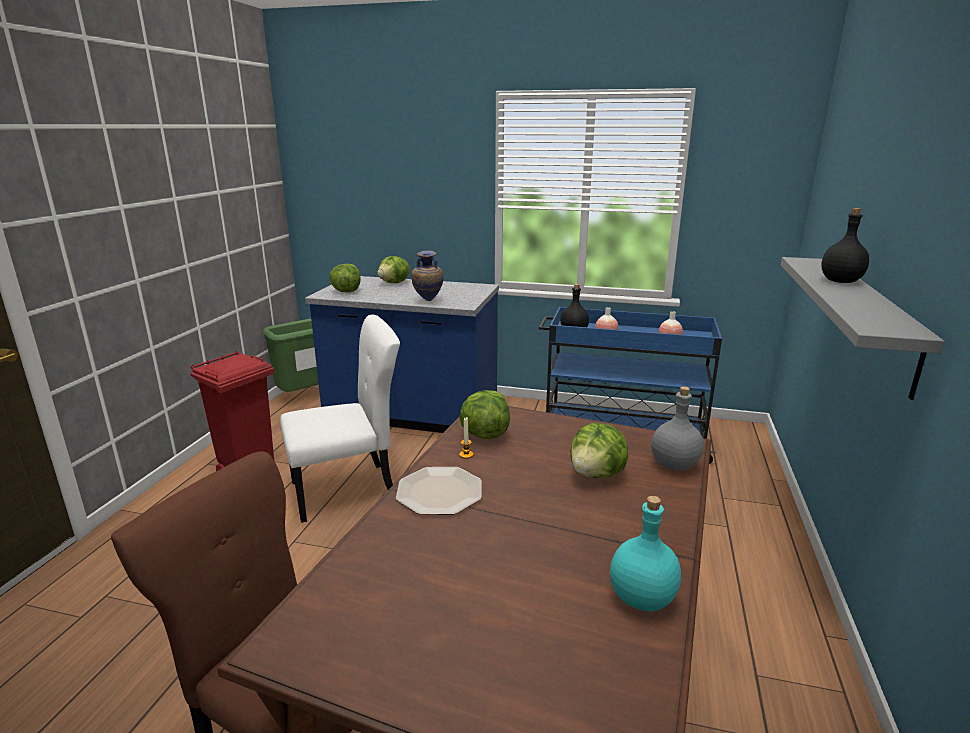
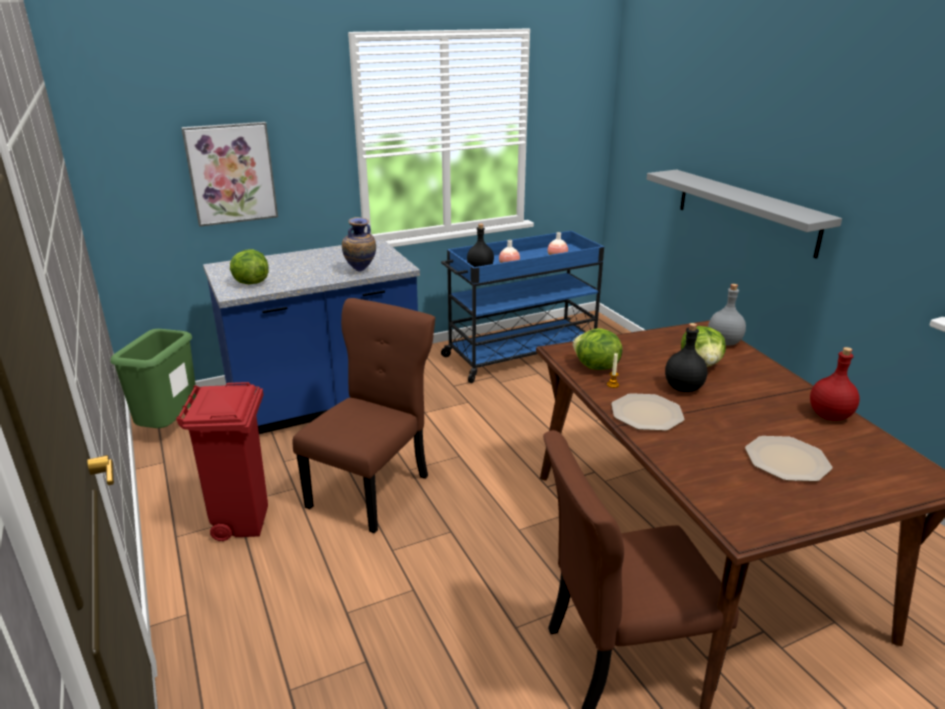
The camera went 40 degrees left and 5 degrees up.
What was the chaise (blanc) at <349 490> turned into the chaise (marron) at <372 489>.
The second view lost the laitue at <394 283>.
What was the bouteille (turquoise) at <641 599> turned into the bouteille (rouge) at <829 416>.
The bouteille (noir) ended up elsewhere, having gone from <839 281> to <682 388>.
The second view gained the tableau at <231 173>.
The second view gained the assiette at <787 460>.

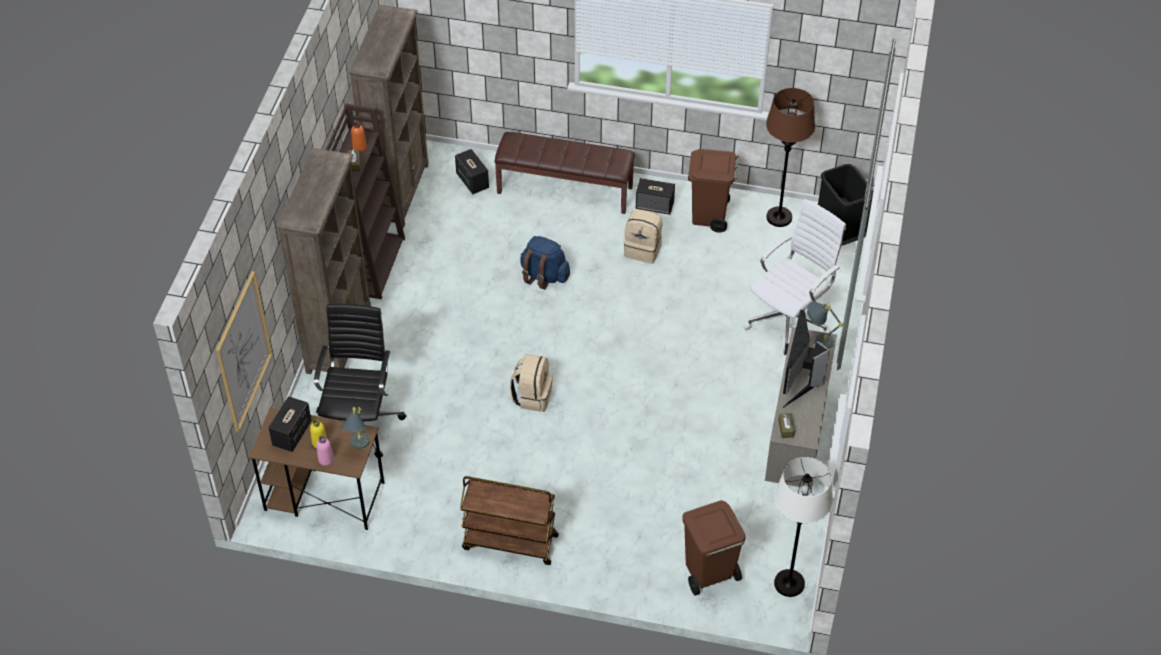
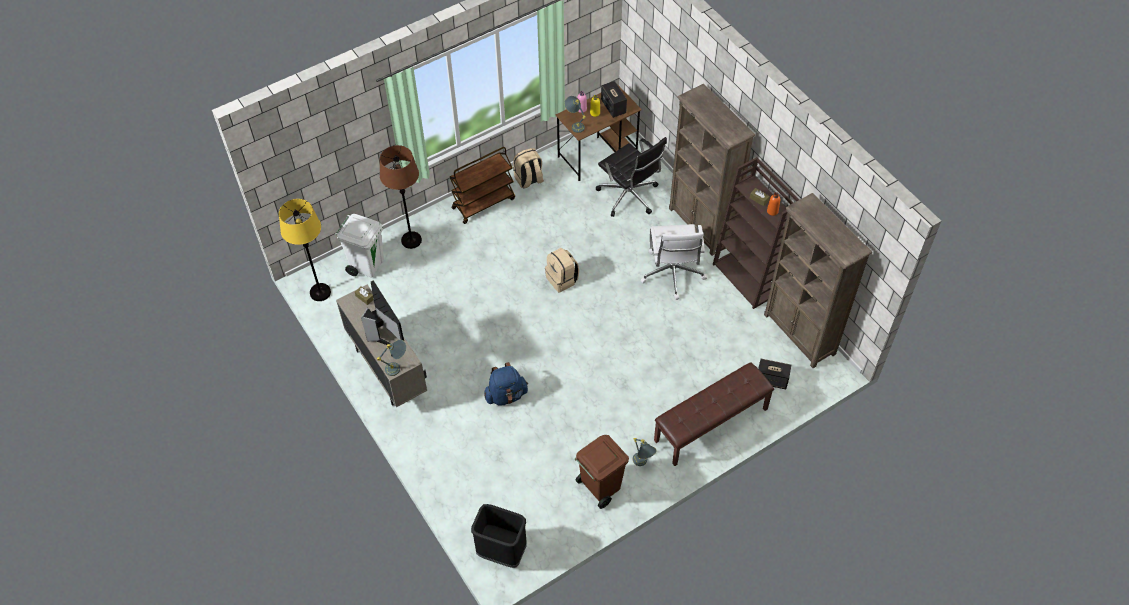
The camera went 135 degrees right and 5 degrees up.
The second view lost the tableau at <243 352>.
The sac à dos (bleu) ended up elsewhere, having gone from <544 276> to <506 395>.
The sac à dos (beige) ended up elsewhere, having gone from <643 249> to <529 180>.
Where the enceinte stood at <655 206>, the lampe de table (gris) came to stand at <642 464>.
What was the poubelle (marron) at <709 574> turned into the poubelle (blanc) at <367 265>.
The chaise de bureau (blanc) ended up elsewhere, having gone from <790 320> to <672 274>.
The lampadaire (marron) ended up elsewhere, having gone from <779 217> to <411 240>.
What was the lampadaire (blanc) at <789 583> turned into the lampadaire (jaune) at <320 292>.

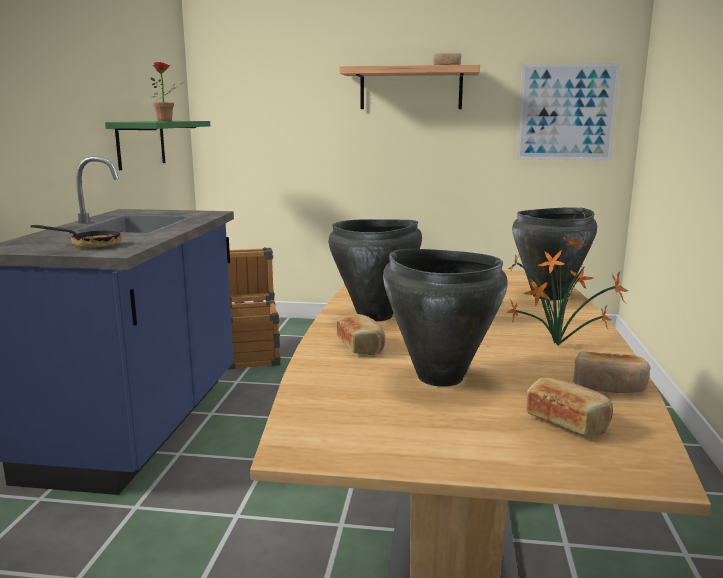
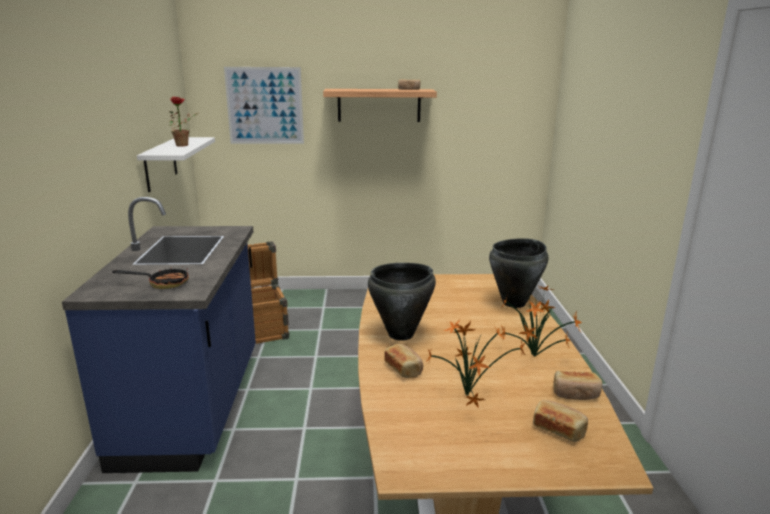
The camera went 10 degrees left and 5 degrees up.
What was the étagère (vert) at <141 144> turned into the étagère (blanc) at <160 164>.
Where the marmite (noir) stood at <439 377>, the plante en pot came to stand at <467 395>.
The tableau ended up elsewhere, having gone from <566 112> to <265 106>.

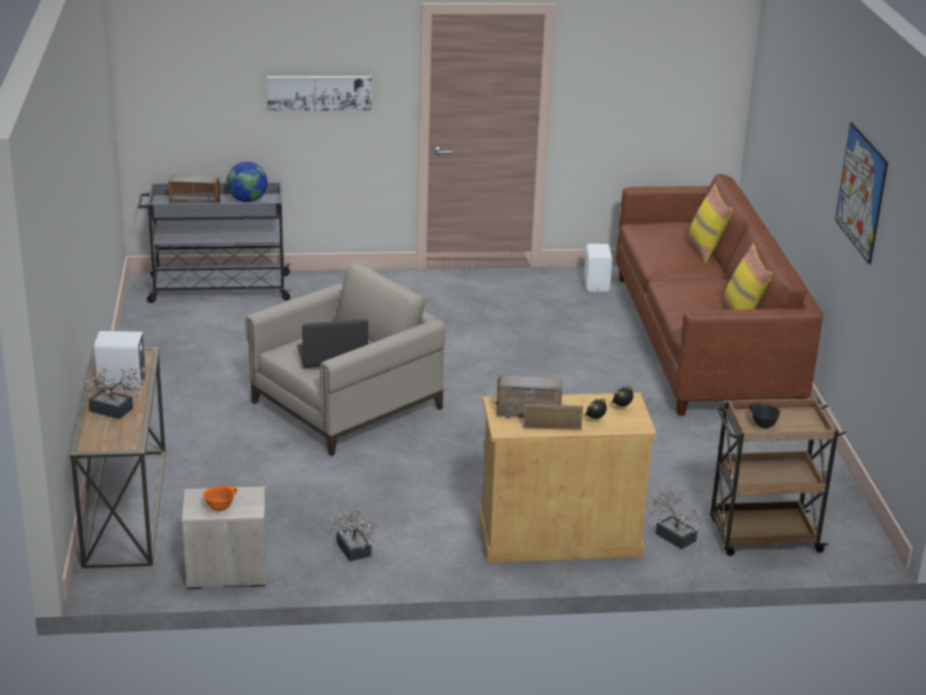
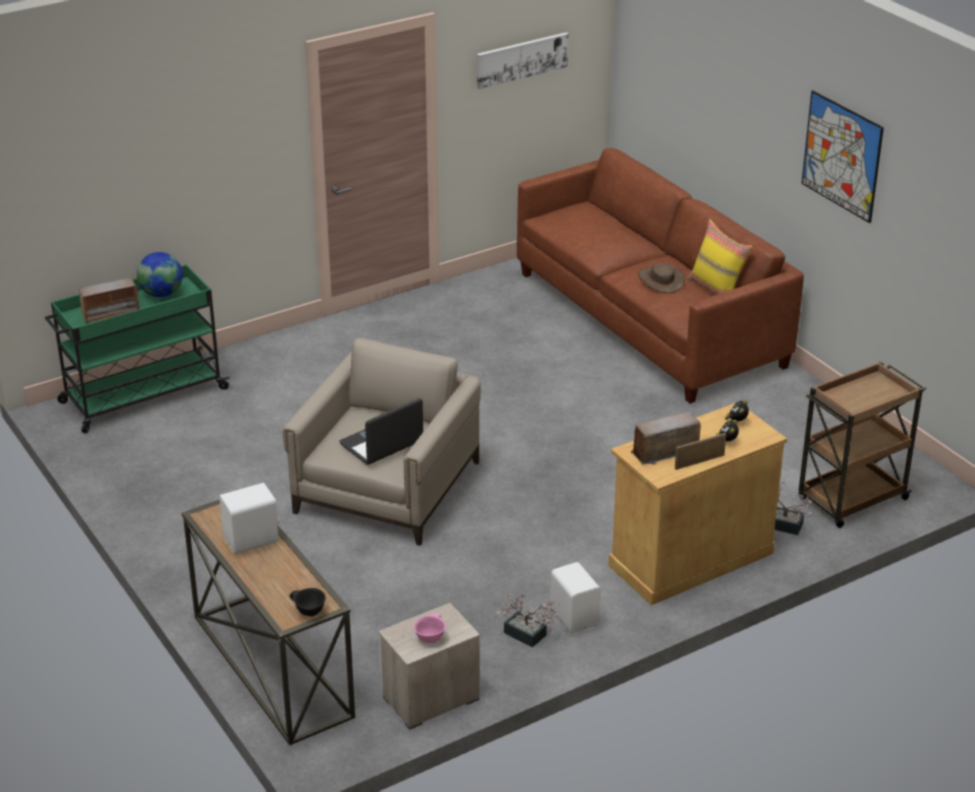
The camera went 25 degrees left and 5 degrees up.
The second view lost the plante en pot at <115 411>.
What was the chariot (gris) at <218 289> turned into the chariot (vert) at <142 396>.
What was the bol (orange) at <219 507> turned into the bol (rose) at <429 638>.
The tableau ended up elsewhere, having gone from <319 92> to <521 59>.
The enceinte (blanc) ended up elsewhere, having gone from <597 285> to <575 617>.
The second view lost the coussin (jaune) at <706 250>.
The bol (noir) ended up elsewhere, having gone from <762 425> to <309 612>.
The second view gained the chapeau (marron) at <661 280>.

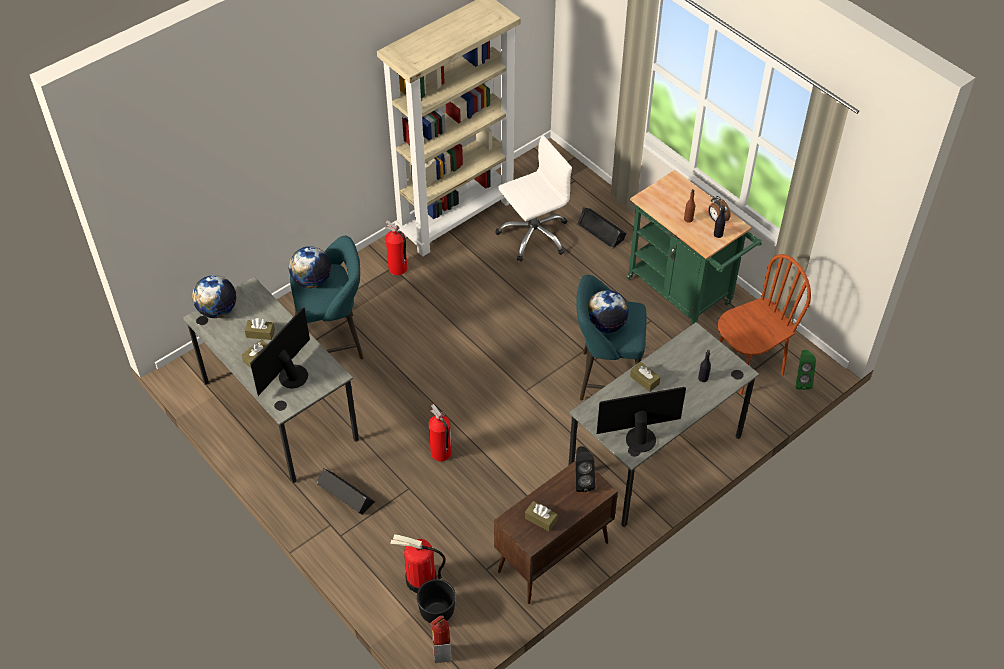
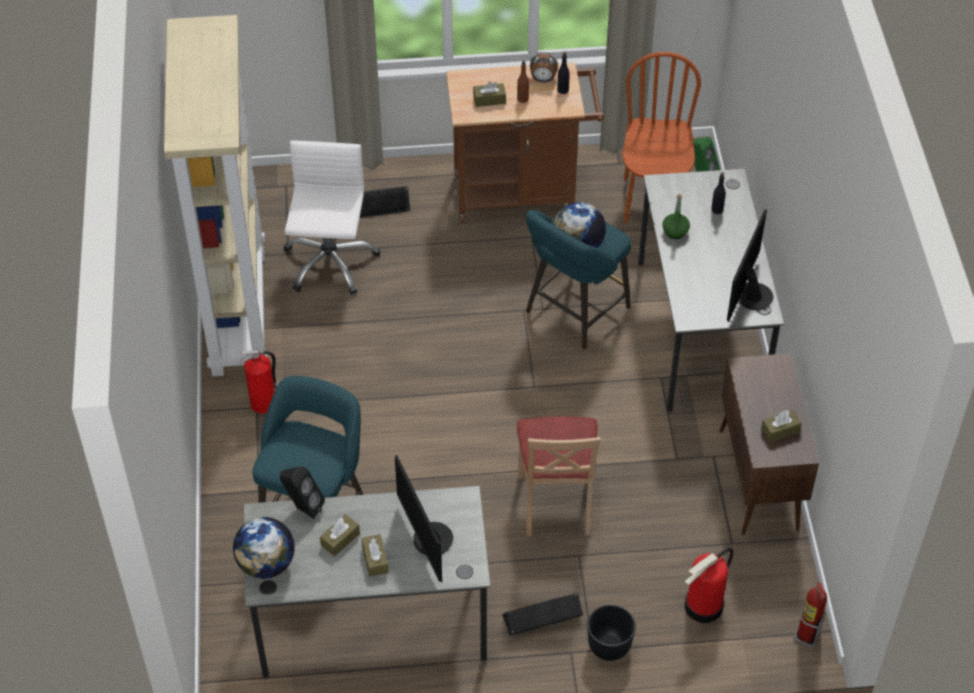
The camera went 55 degrees left and 0 degrees up.
The second view lost the globe at <312 281>.
The cache-pot (noir) ended up elsewhere, having gone from <437 612> to <609 646>.
Where the extincteur stood at <441 453>, the chaise (beige) came to stand at <556 503>.
The enceinte (noir) ended up elsewhere, having gone from <582 481> to <303 507>.
What was the chariot (vert) at <684 295> turned into the chariot (marron) at <522 193>.
The boîte à mouchoirs (marron) ended up elsewhere, having gone from <644 380> to <489 100>.
The second view gained the bouteille (vert) at <675 232>.

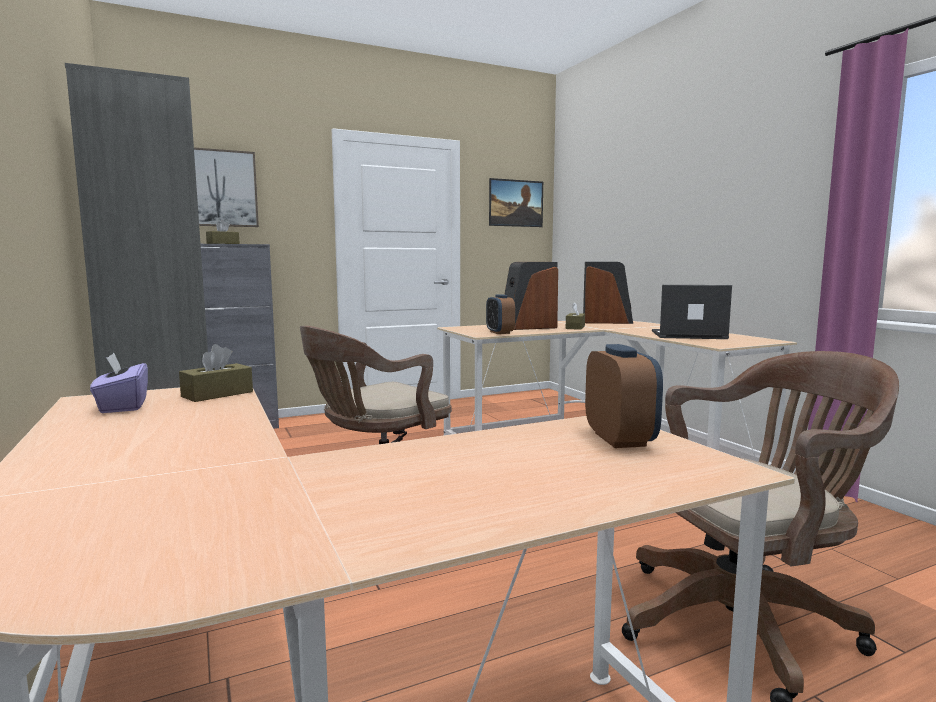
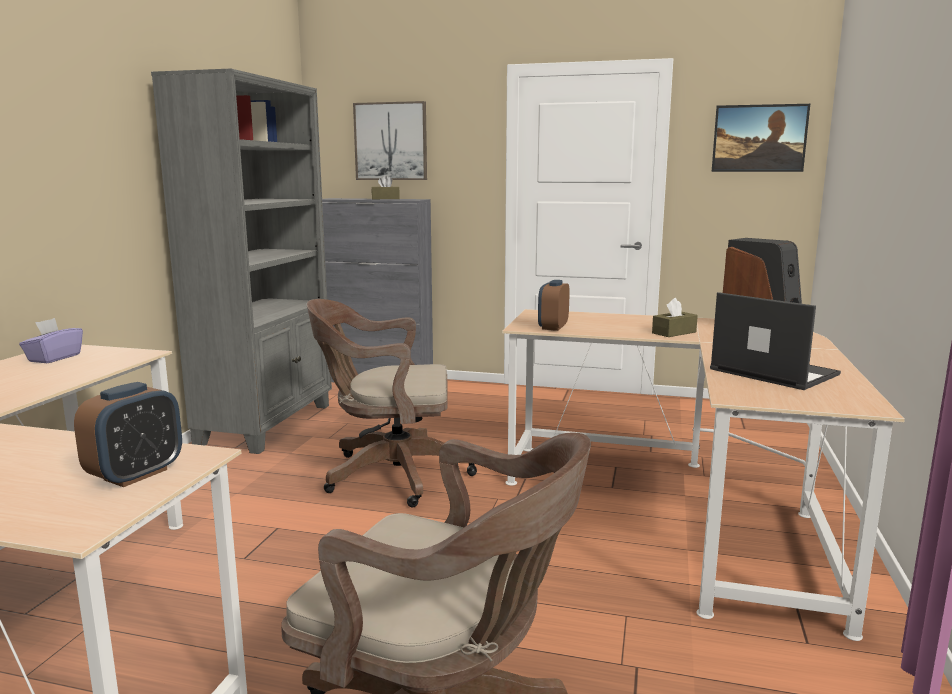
The camera went 40 degrees right and 5 degrees up.
The second view lost the boîte à mouchoirs (marron) at <217 394>.
The second view lost the enceinte at <527 327>.

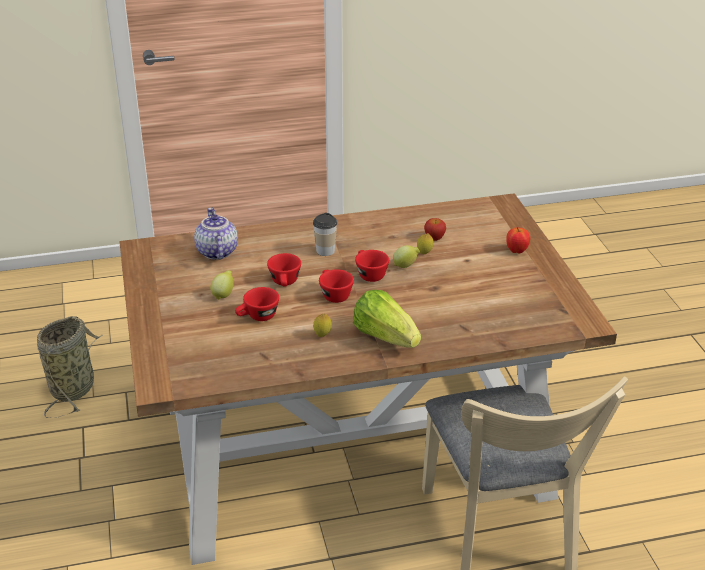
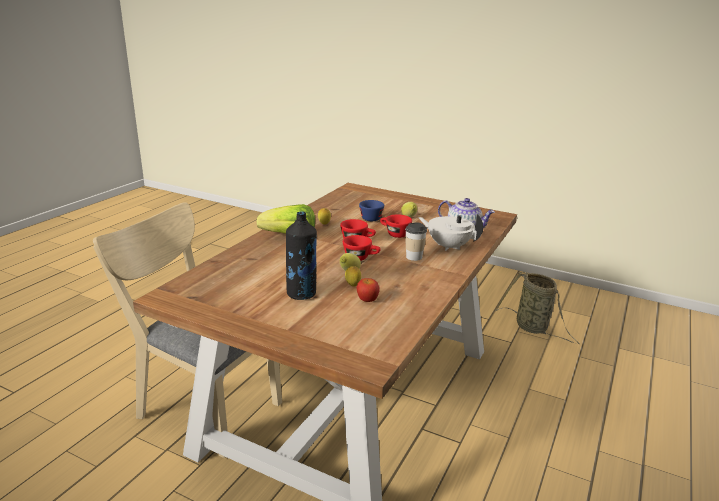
The camera went 130 degrees right and 10 degrees down.
What was the tasse (rouge) at <257 317> turned into the tasse (bleu) at <371 217>.
The second view lost the pomme at <516 251>.
The second view gained the bouteille (noir) at <302 294>.
The second view gained the théière (blanc) at <448 246>.

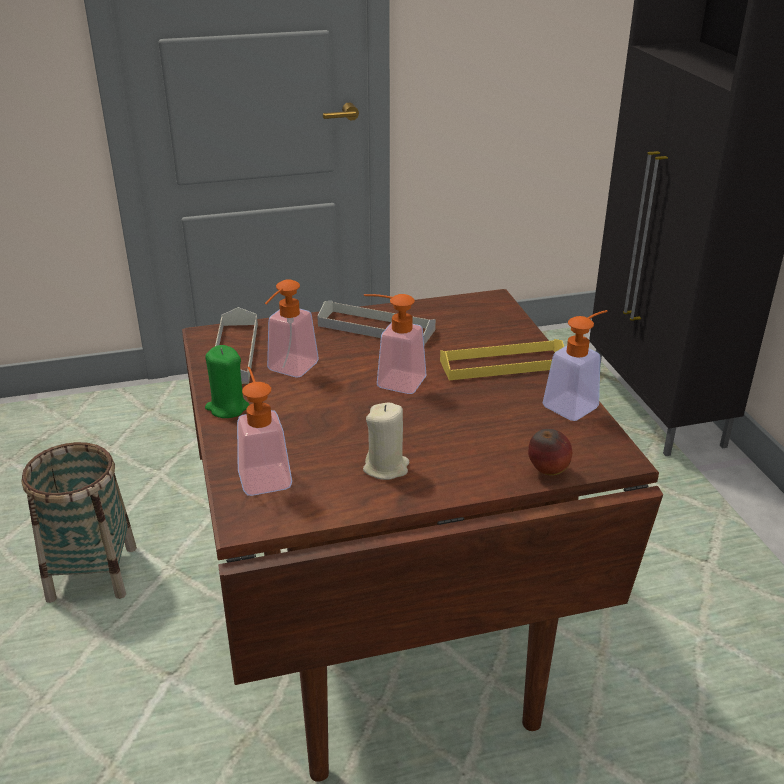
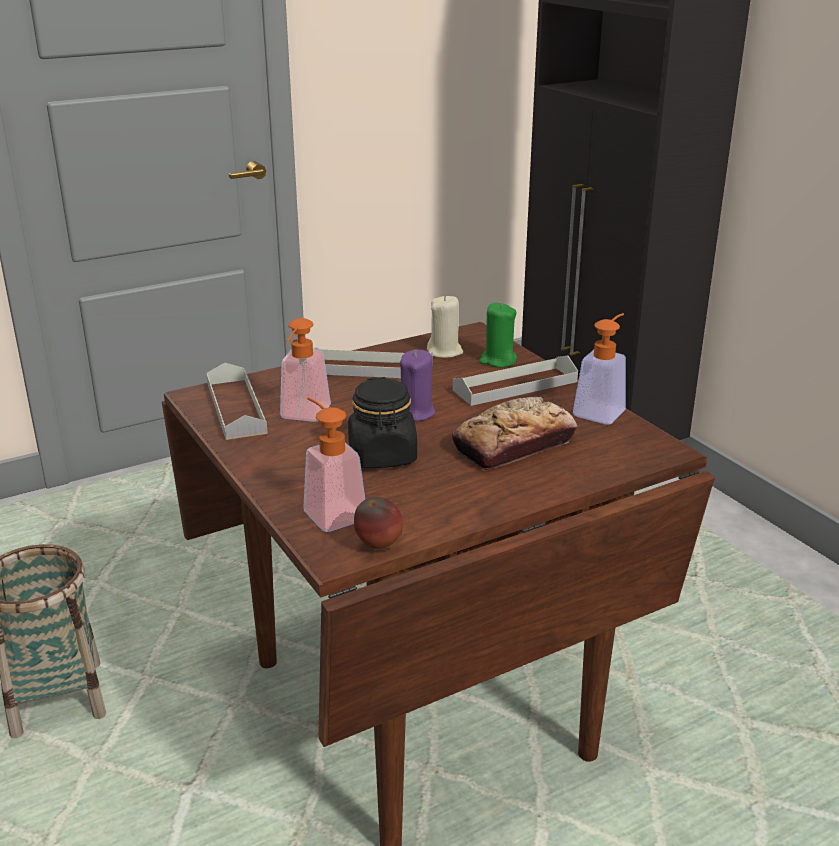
The camera went 15 degrees left and 5 degrees down.
The bougie (vert) ended up elsewhere, having gone from <227 407> to <498 361>.
The bougie (beige) ended up elsewhere, having gone from <386 467> to <445 352>.
Where the distributeur de savon stood at <393 380>, the bougie (violet) came to stand at <415 413>.
What was the plateau (jaune) at <502 364> turned into the plateau (gris) at <515 386>.
The pomme ended up elsewhere, having gone from <547 472> to <378 547>.
The second view gained the bocal (noir) at <382 456>.
The second view gained the pain at <514 445>.

